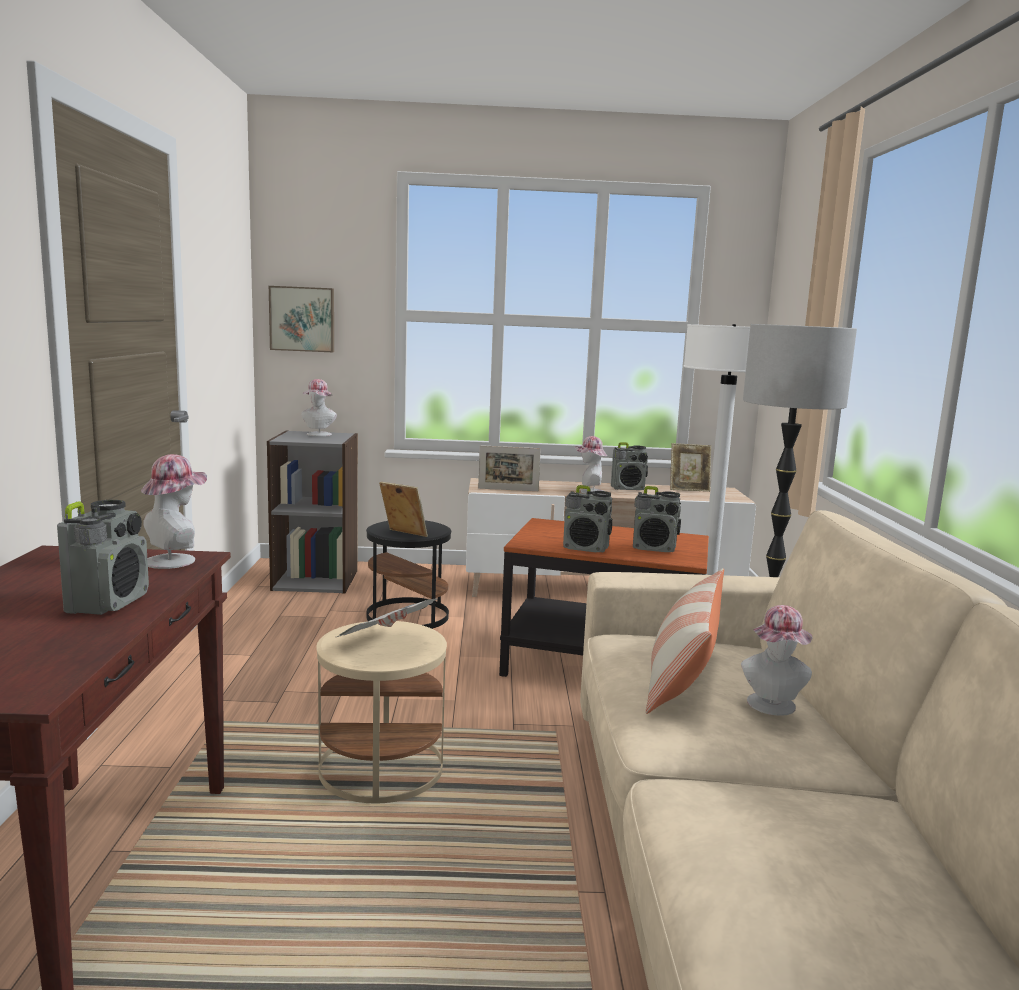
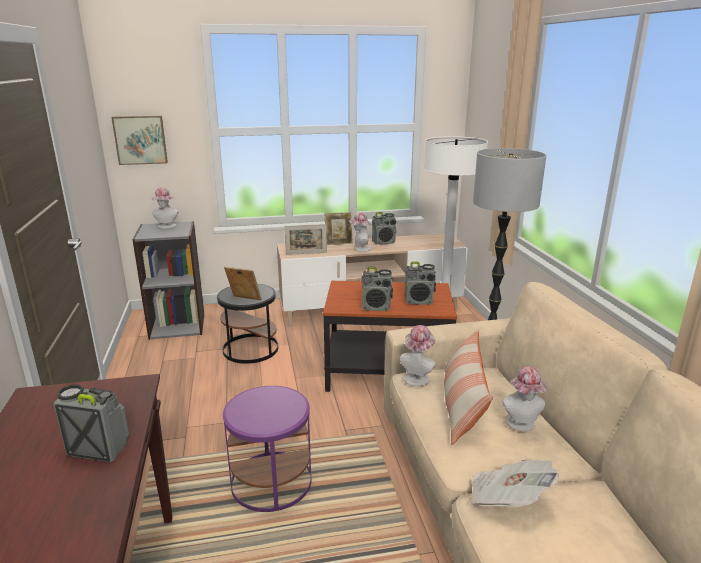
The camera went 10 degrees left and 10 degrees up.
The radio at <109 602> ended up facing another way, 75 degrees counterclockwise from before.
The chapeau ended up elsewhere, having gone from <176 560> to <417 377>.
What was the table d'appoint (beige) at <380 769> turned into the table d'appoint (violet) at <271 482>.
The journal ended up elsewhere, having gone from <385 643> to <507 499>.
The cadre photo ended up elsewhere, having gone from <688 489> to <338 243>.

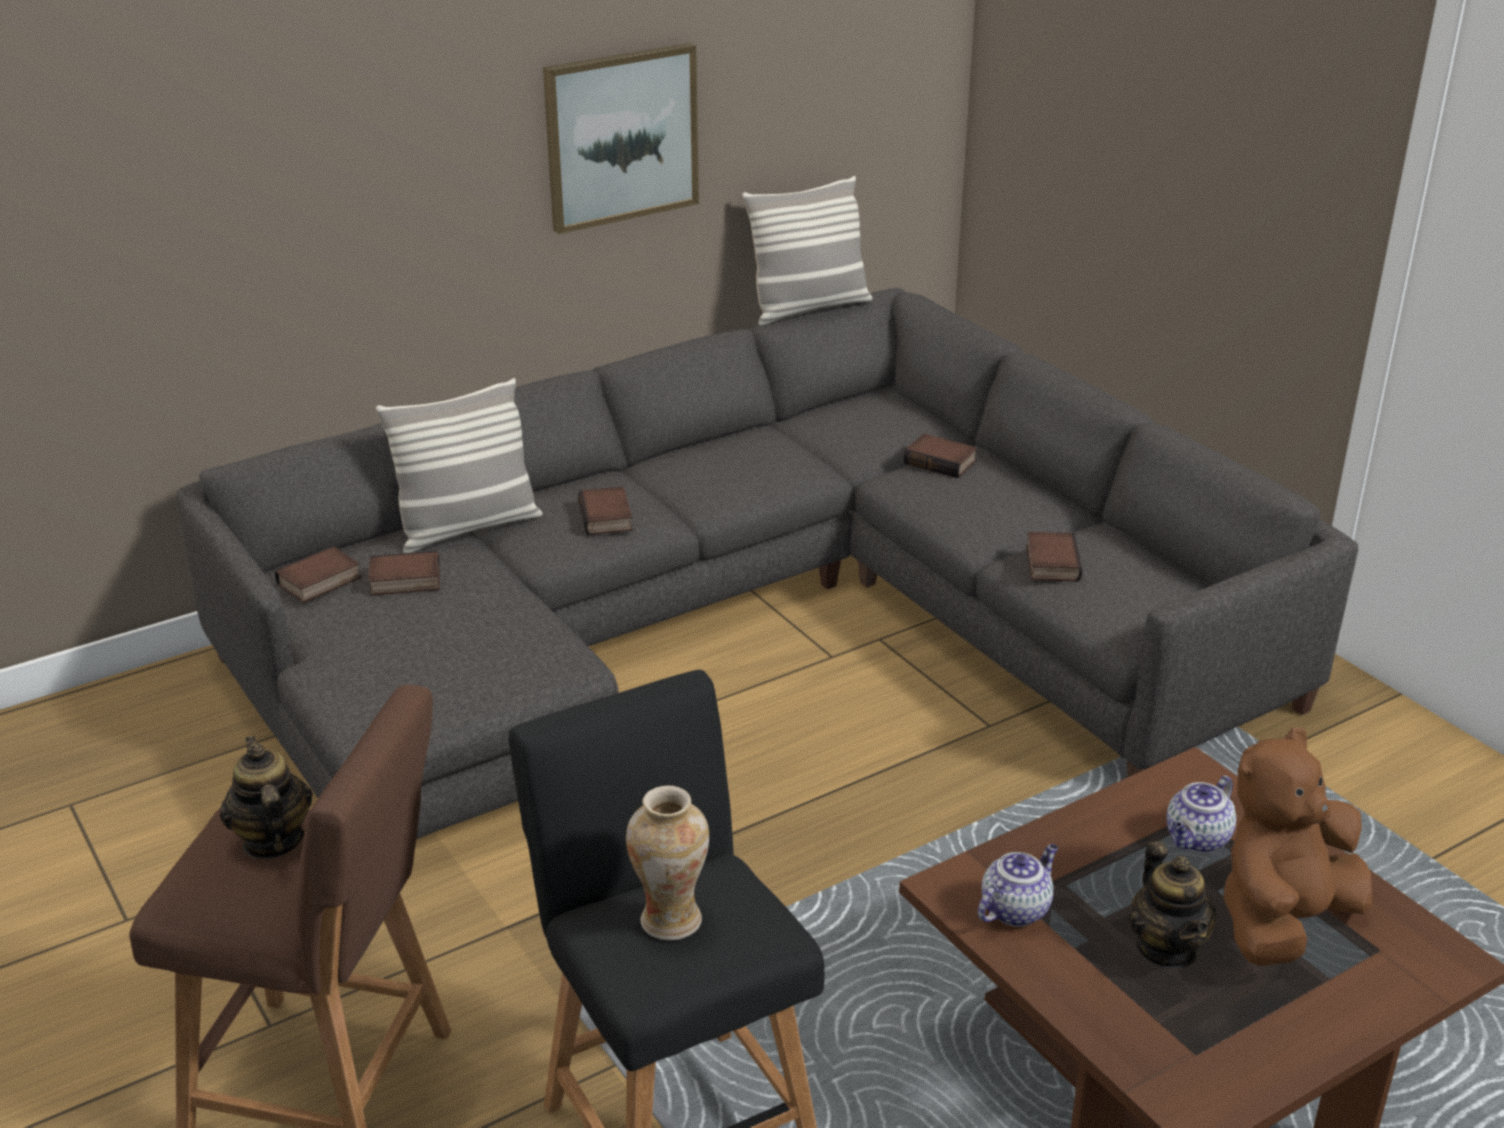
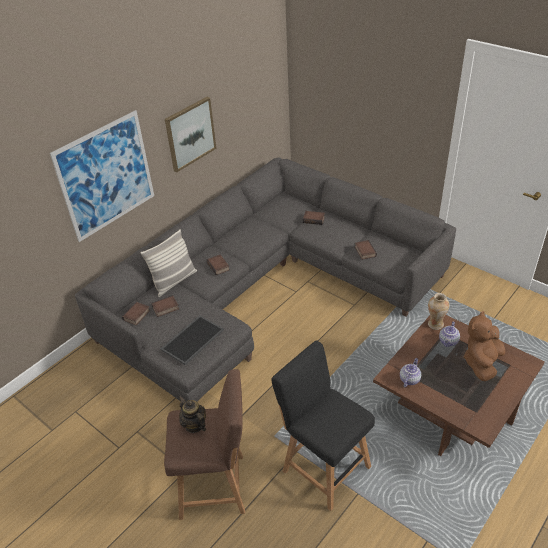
The camera went 15 degrees left and 10 degrees up.
The vase ended up elsewhere, having gone from <670 920> to <435 324>.
The second view lost the coussin at <808 309>.
The second view lost the théière at <1167 948>.
The second view gained the tableau at <106 176>.
The second view gained the plateau at <192 339>.

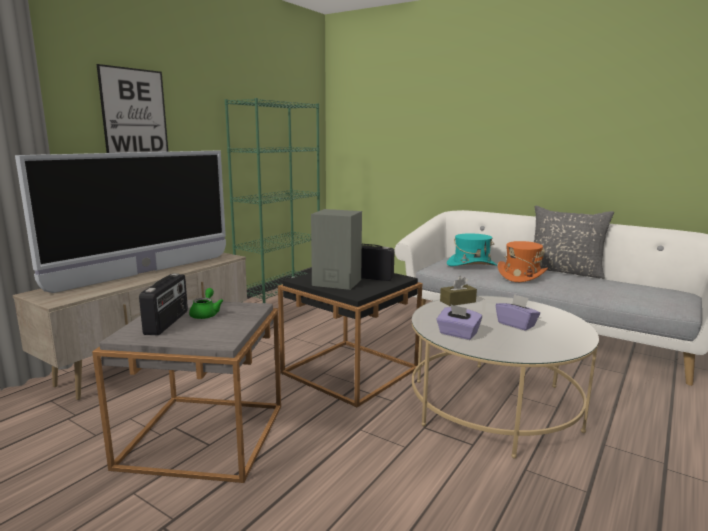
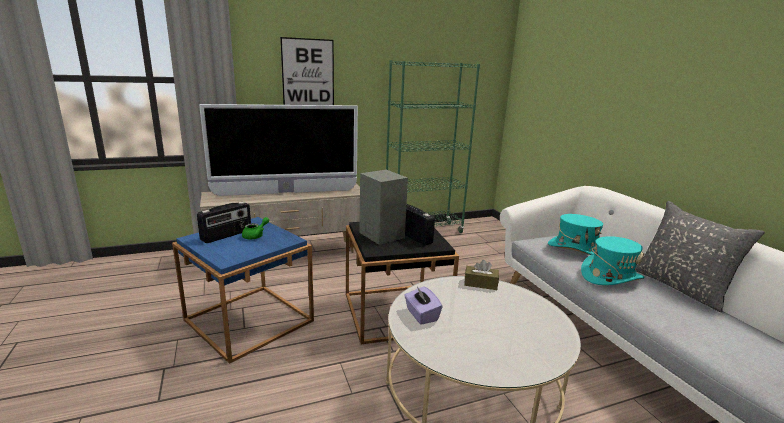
The camera went 35 degrees right and 5 degrees up.
What was the table d'appoint (gris) at <203 435> turned into the table d'appoint (bleu) at <249 320>.
The second view lost the boîte à mouchoirs (violet) at <516 324>.
What was the chapeau (orange) at <521 275> turned into the chapeau (turquoise) at <610 276>.

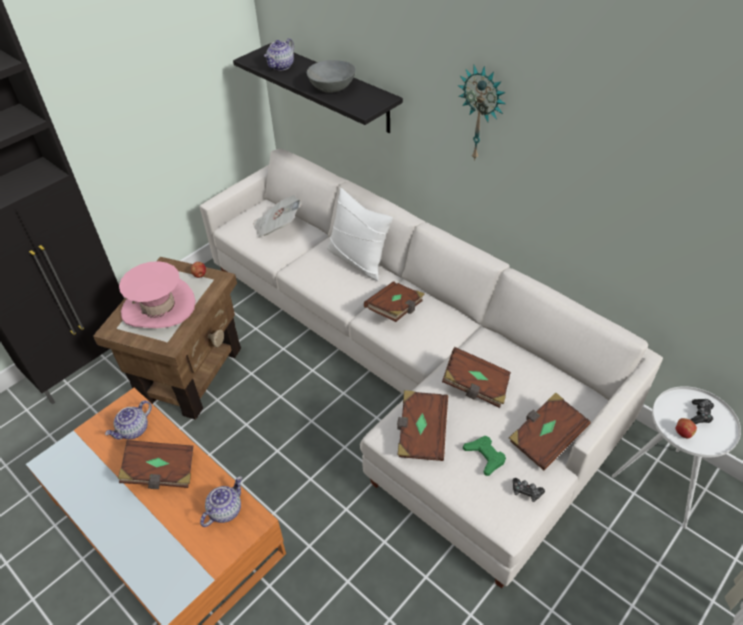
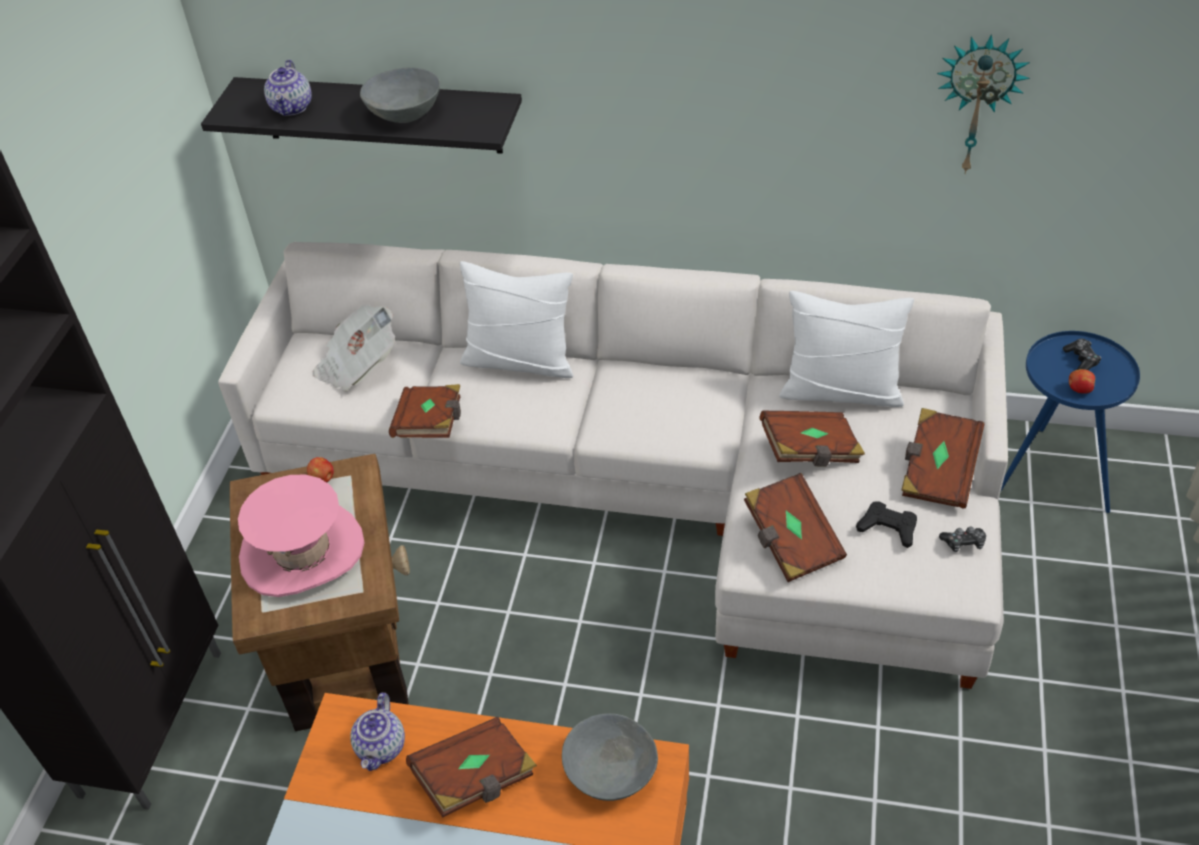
The camera went 30 degrees left and 0 degrees up.
Where the théière stood at <225 510>, the bol (gris) came to stand at <609 772>.
The livre (marron) ended up elsewhere, having gone from <395 309> to <431 424>.
The horloge murale ended up elsewhere, having gone from <481 114> to <977 103>.
What was the manette (vert) at <485 456> turned into the manette (noir) at <888 527>.
What was the table d'appoint (blanc) at <661 482> turned into the table d'appoint (bleu) at <1050 474>.
The second view gained the coussin (blanc) at <841 391>.

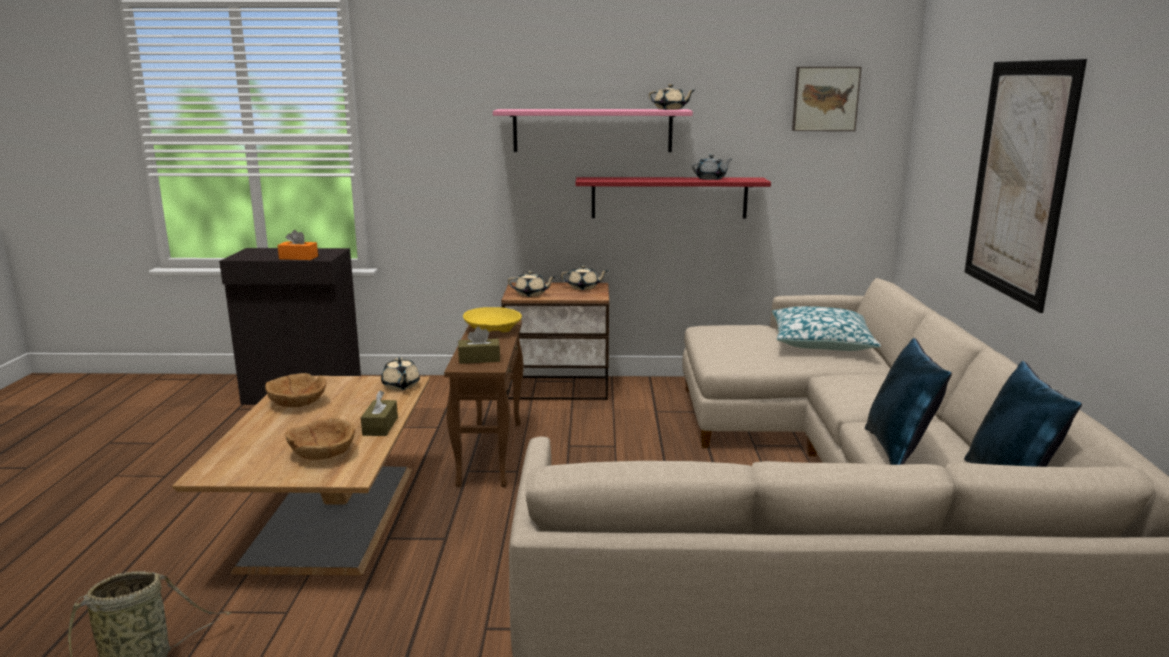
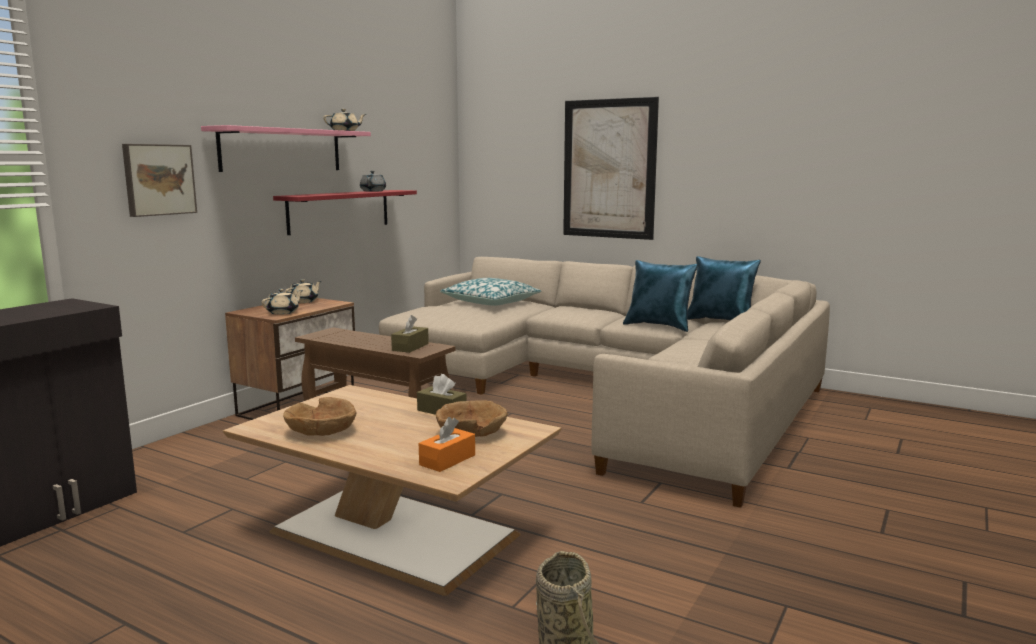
The camera went 60 degrees left and 5 degrees down.
The boîte à mouchoirs (orange) ended up elsewhere, having gone from <298 257> to <447 460>.
The second view lost the théière (beige) at <401 386>.
The second view lost the bol (jaune) at <493 330>.
The tableau ended up elsewhere, having gone from <825 99> to <158 179>.

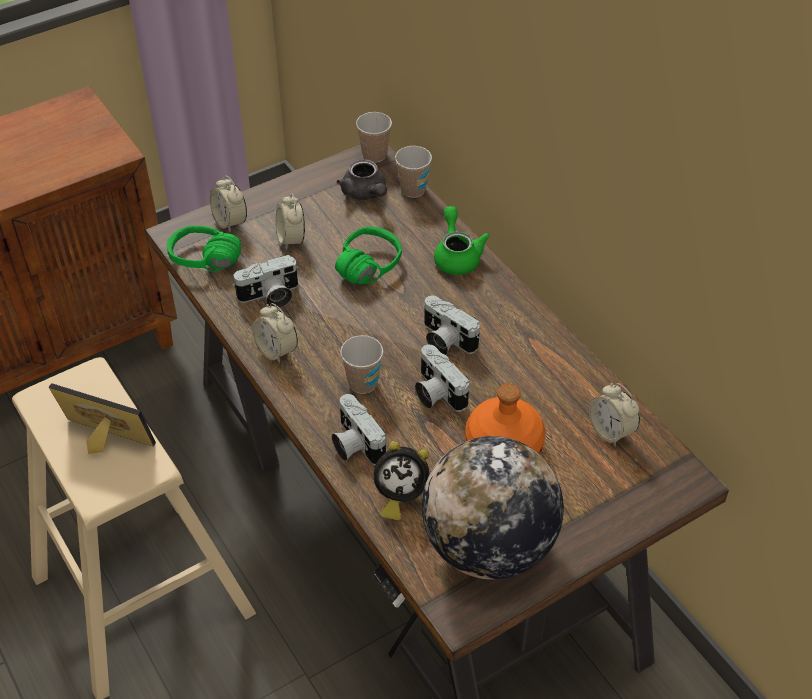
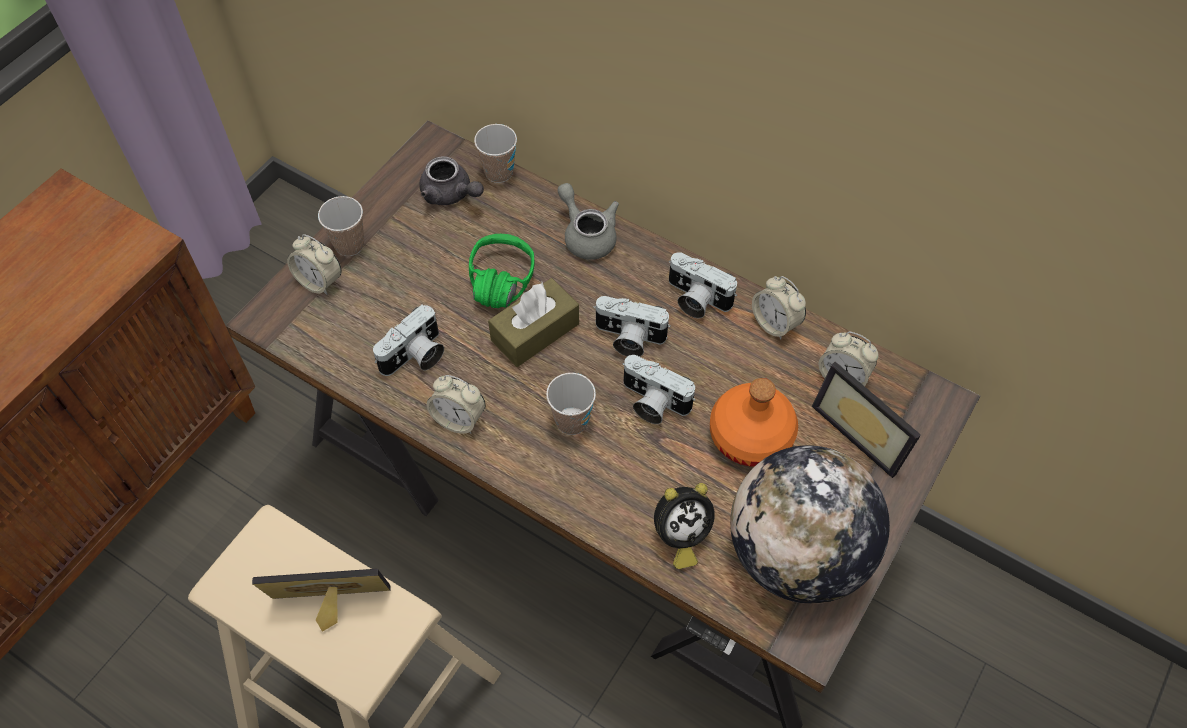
The camera went 25 degrees left and 10 degrees up.
The second view lost the casque audio (vert) at <202 267>.
The réveil ended up elsewhere, having gone from <291 239> to <775 323>.
The appareil photo ended up elsewhere, having gone from <354 444> to <695 299>.
The tasse ended up elsewhere, having gone from <374 155> to <349 245>.
What was the théière (vert) at <457 256> turned into the théière (gris) at <587 235>.
The second view gained the boîte à mouchoirs (marron) at <535 332>.
The second view gained the cadre photo at <864 430>.

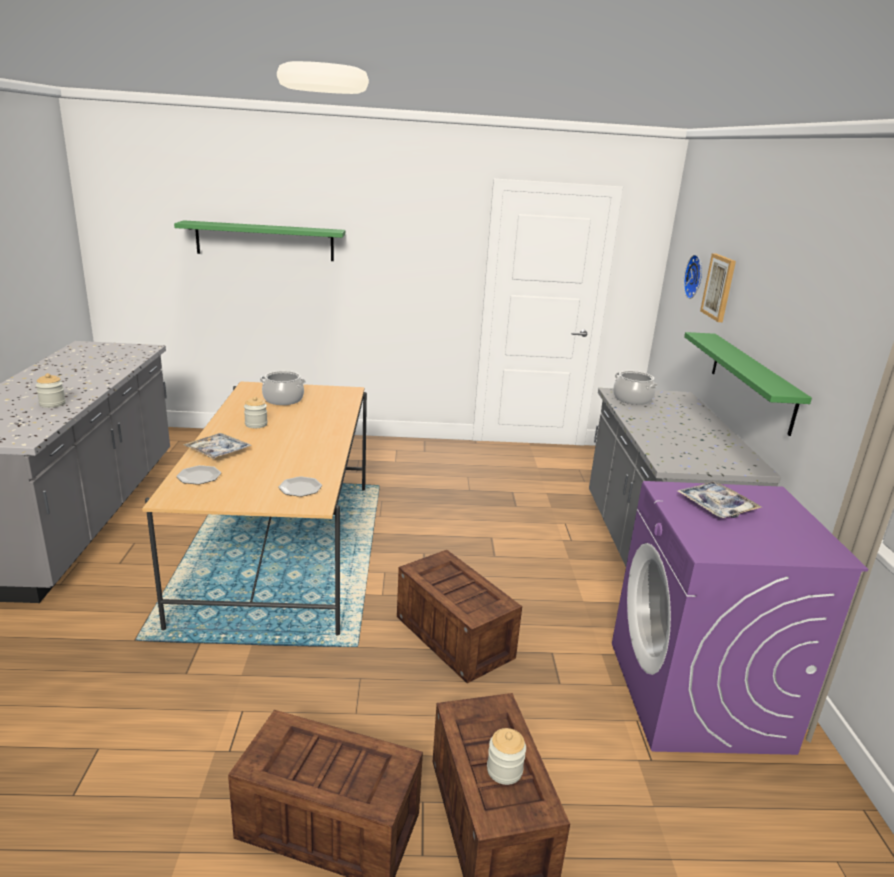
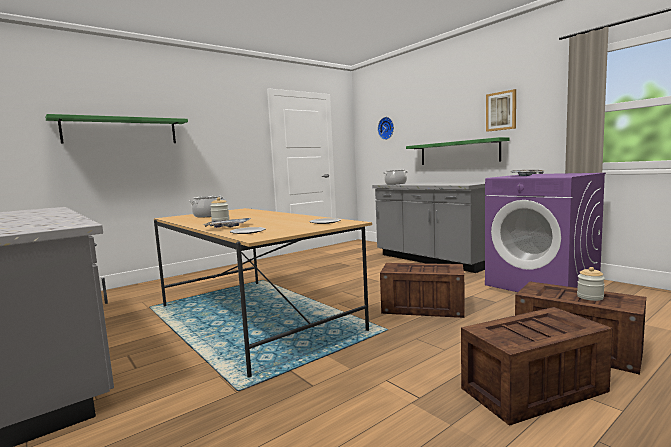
The camera went 35 degrees left and 15 degrees down.
The second view lost the bocal at <52 404>.
The tableau ended up elsewhere, having gone from <719 287> to <501 111>.

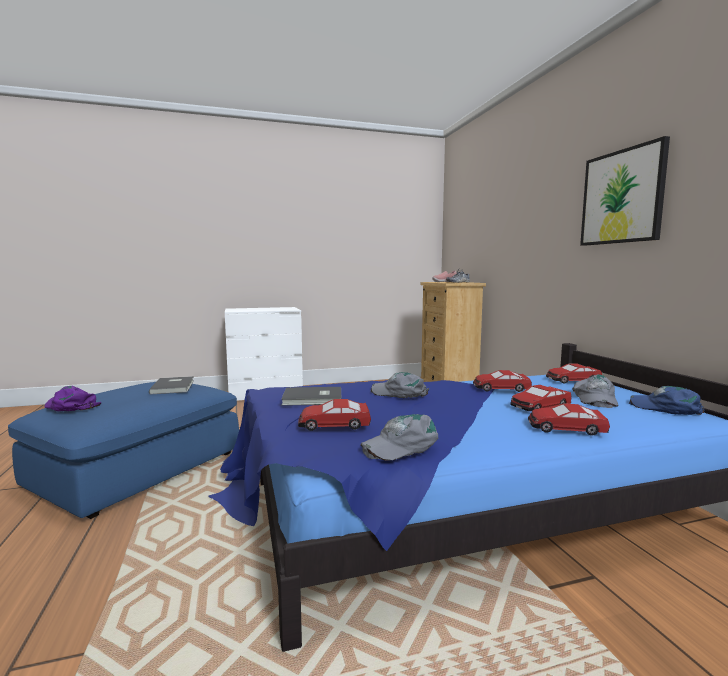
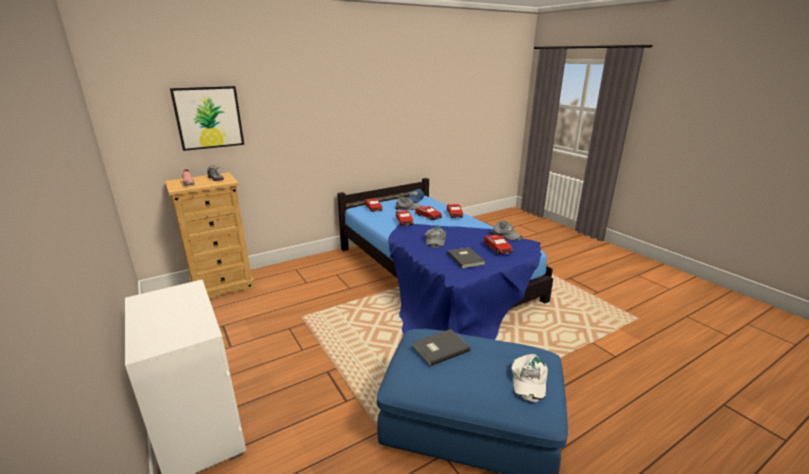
The camera went 105 degrees left and 15 degrees up.
What was the casquette (violet) at <71 405> turned into the casquette (blanc) at <528 380>.
The tableau ended up elsewhere, having gone from <622 197> to <208 117>.

